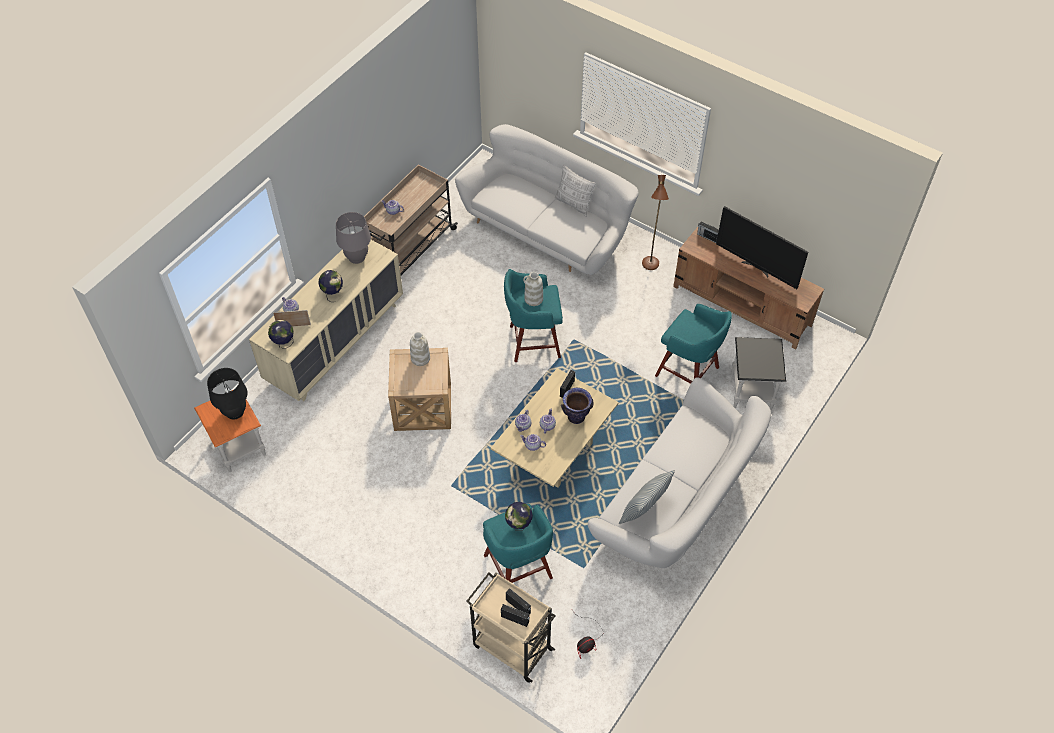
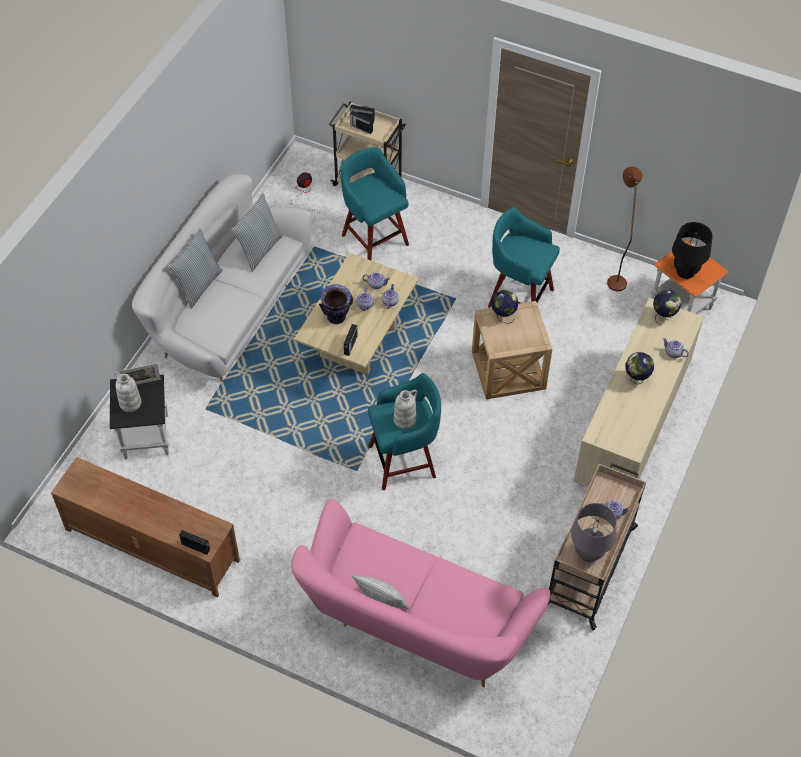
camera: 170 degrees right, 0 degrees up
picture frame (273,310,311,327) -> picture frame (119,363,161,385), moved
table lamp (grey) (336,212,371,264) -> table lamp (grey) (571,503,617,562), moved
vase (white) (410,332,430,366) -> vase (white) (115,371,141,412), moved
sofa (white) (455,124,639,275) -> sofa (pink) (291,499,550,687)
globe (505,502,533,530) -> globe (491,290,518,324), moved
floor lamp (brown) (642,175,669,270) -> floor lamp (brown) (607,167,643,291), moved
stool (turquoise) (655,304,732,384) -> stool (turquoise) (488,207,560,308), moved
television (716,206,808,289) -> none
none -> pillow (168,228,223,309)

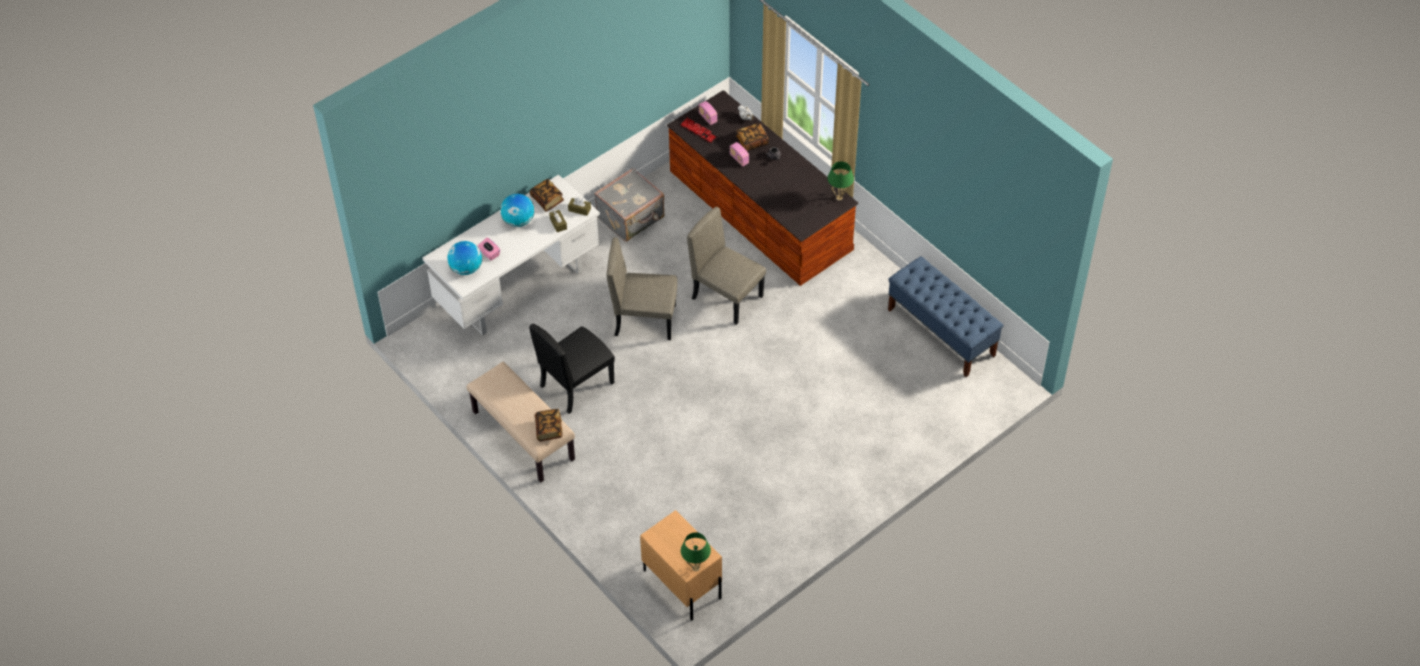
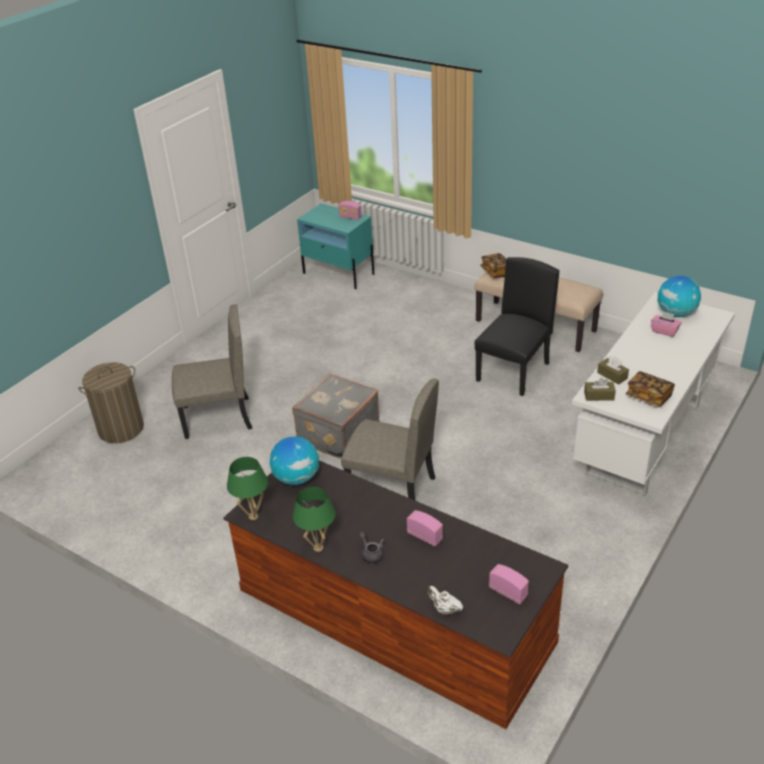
camera: 165 degrees right, 15 degrees down
globe (501,194,534,227) -> globe (270,436,319,485), moved
suitcase (grey) (594,168,664,242) -> suitcase (grey) (292,373,380,459), moved
chair (beige) (607,237,677,340) -> chair (beige) (172,304,252,439), moved
nightstand (beige) (640,510,722,620) -> nightstand (turquoise) (297,203,374,289)
keyboard (680,118,718,143) -> none
table lamp (green) (681,532,711,571) -> table lamp (green) (293,487,336,552), moved
book (736,123,769,151) -> none
bench (blue) (888,256,1003,377) -> none
none -> laundry basket (78,362,144,443)
none -> radio (338,201,361,220)

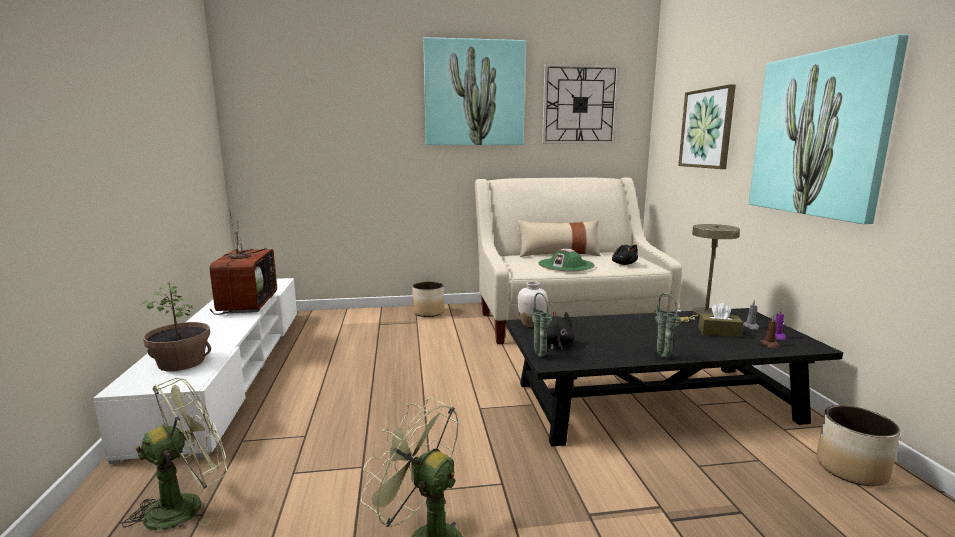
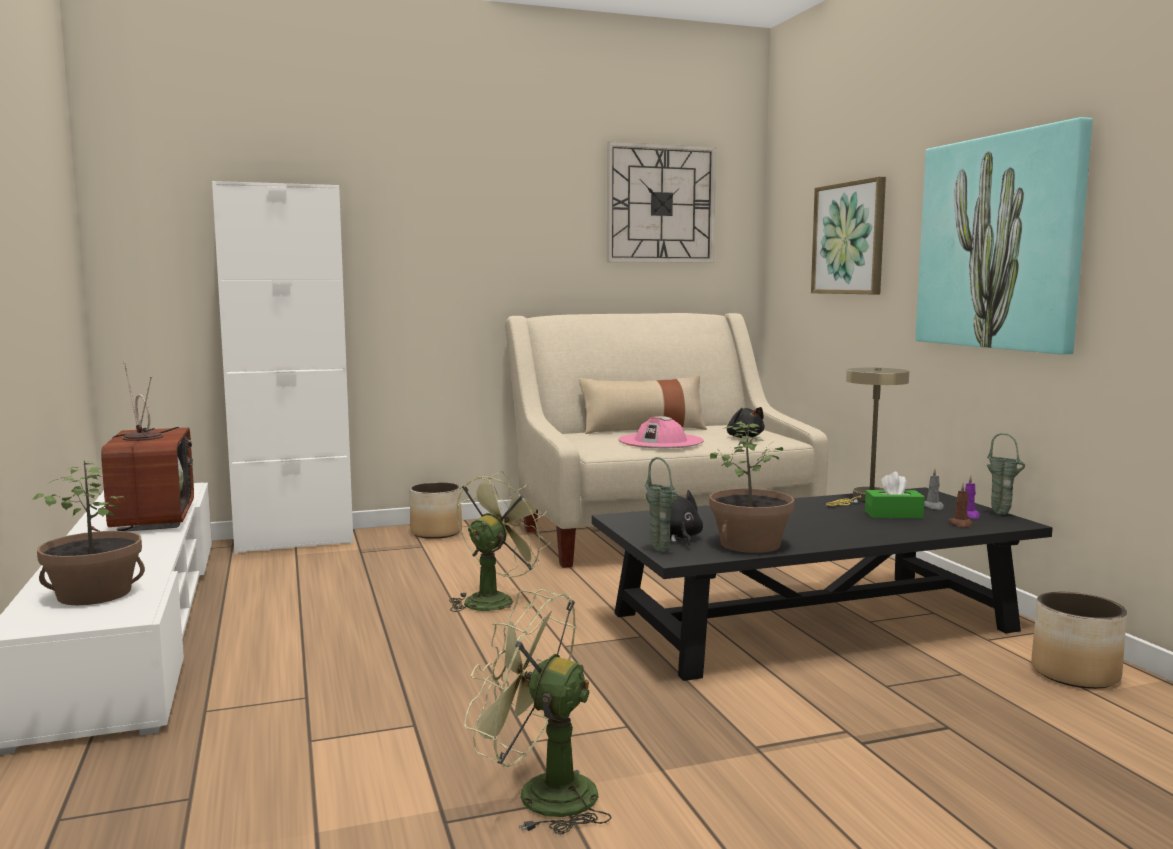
camera: 10 degrees left, 5 degrees down
fan (green) (122,378,227,530) -> fan (green) (449,471,551,612), moved
picture (423,37,526,145) -> none
vase (white) (517,281,548,327) -> none
hat (green) (538,249,595,271) -> hat (pink) (618,416,703,448)
vase (green) (655,293,682,358) -> vase (green) (987,433,1025,515), moved
tissue box (brown) (698,303,744,337) -> tissue box (green) (865,472,925,518)
none -> cabinet (white) (212,181,353,554)
none -> potted plant (709,421,795,553)

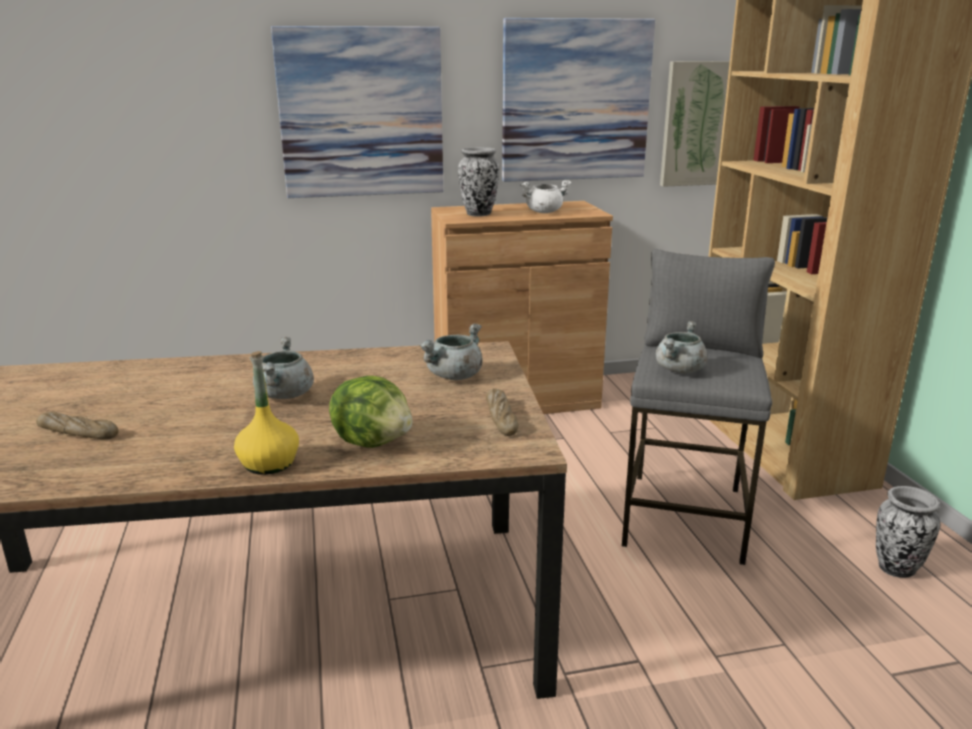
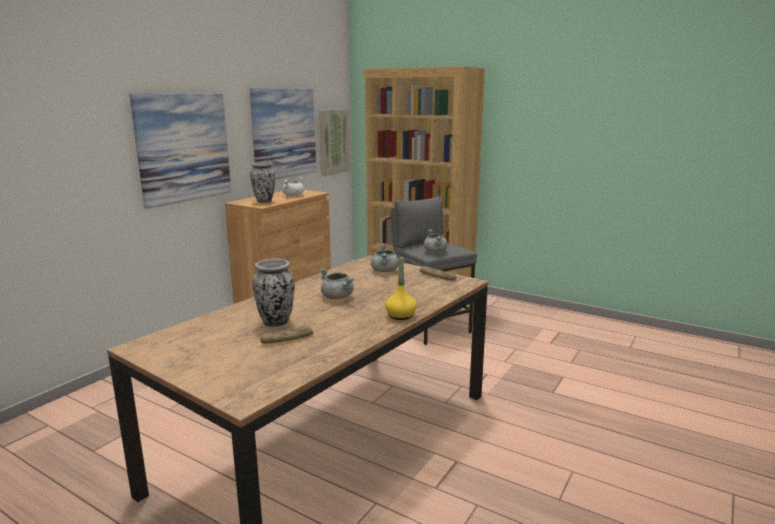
camera: 45 degrees left, 5 degrees down
lettuce (329,376,413,448) -> none
vase (876,486,941,578) -> vase (252,259,295,327), moved

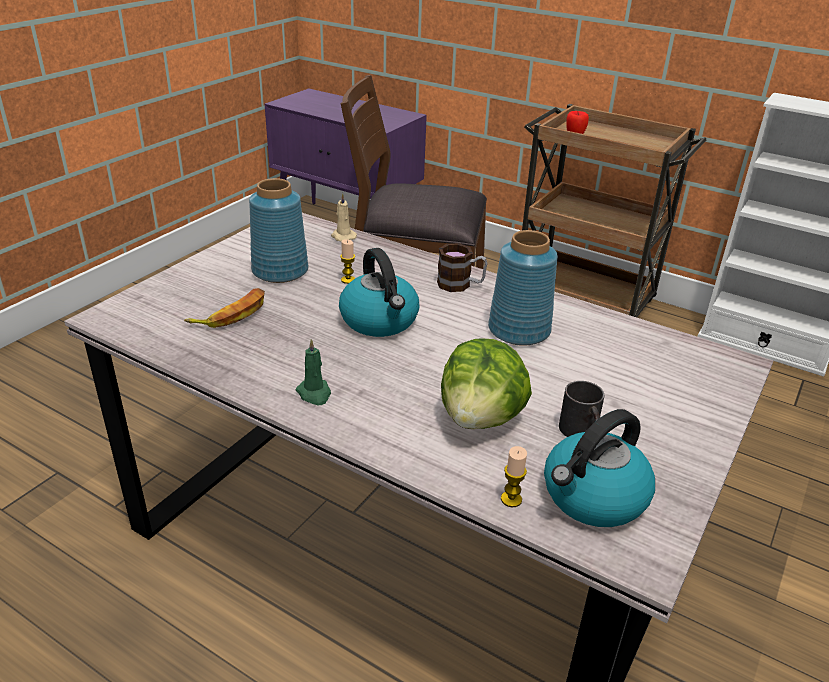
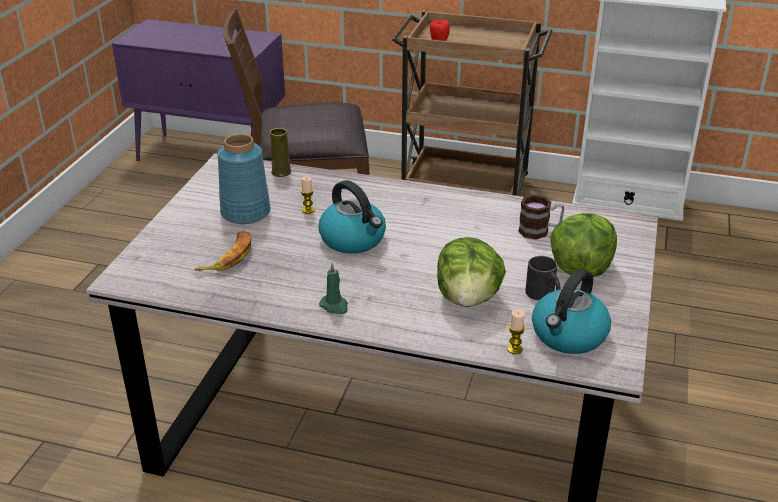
camera: 15 degrees left, 0 degrees up
candle (beige) (331,193,357,241) -> vase (yellow) (270,128,291,177)
mug (437,243,487,292) -> mug (518,195,565,239), moved
vase (blue) (488,230,558,346) -> none
none -> lettuce (550,213,617,277)

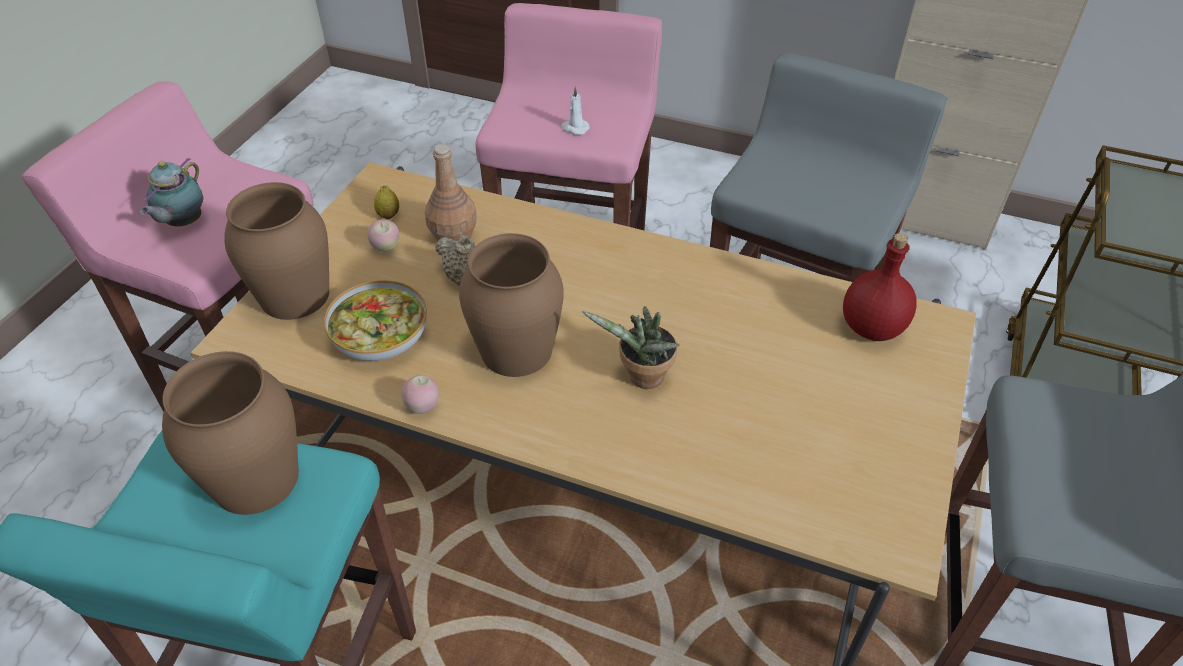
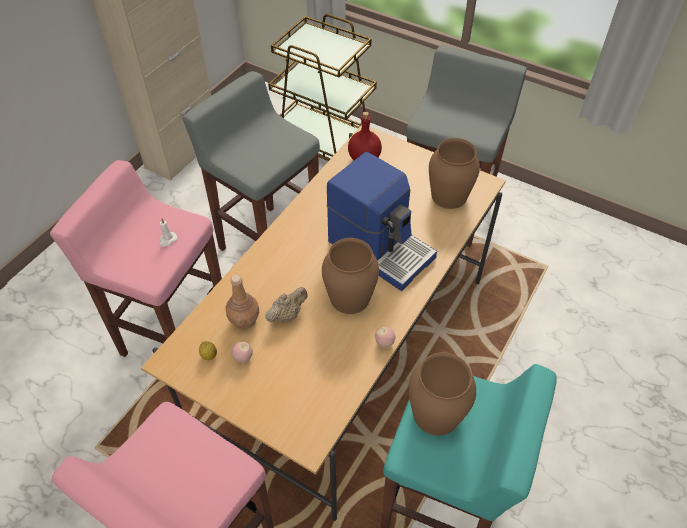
camera: 80 degrees left, 5 degrees up
teapot (140,158,203,226) -> none
vase (brown) (224,182,329,320) -> vase (brown) (429,138,480,209), moved
bowl (324,280,427,361) -> none
potted plant (582,306,680,389) -> coffee machine (327,152,437,291)

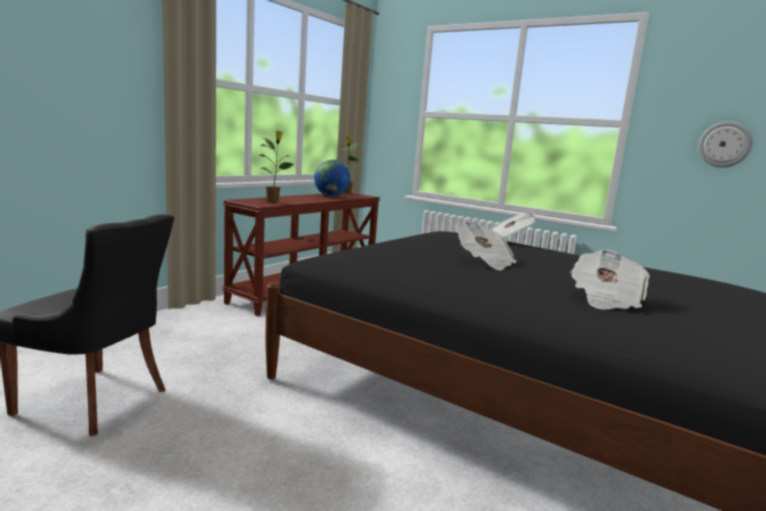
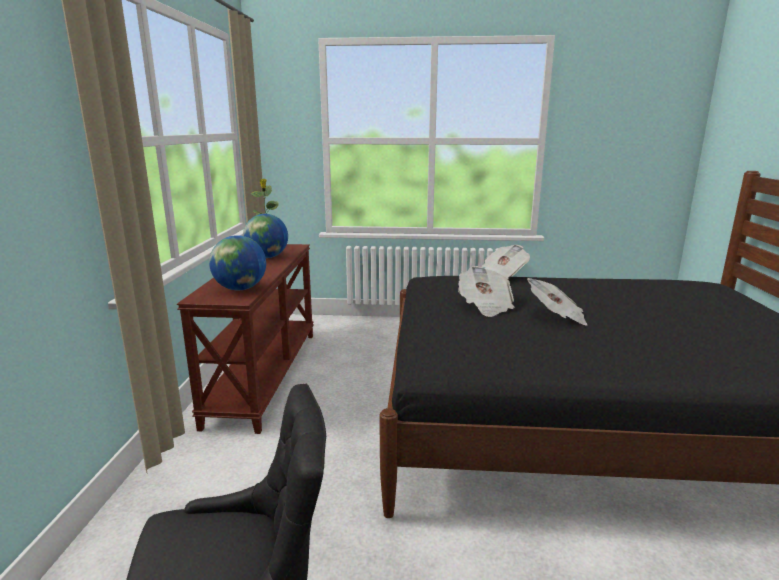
camera: 30 degrees left, 5 degrees up
potted plant (259,130,295,203) -> globe (209,235,266,290)
newspaper (570,250,650,310) -> newspaper (458,266,514,317), moved
wall clock (698,121,753,168) -> none

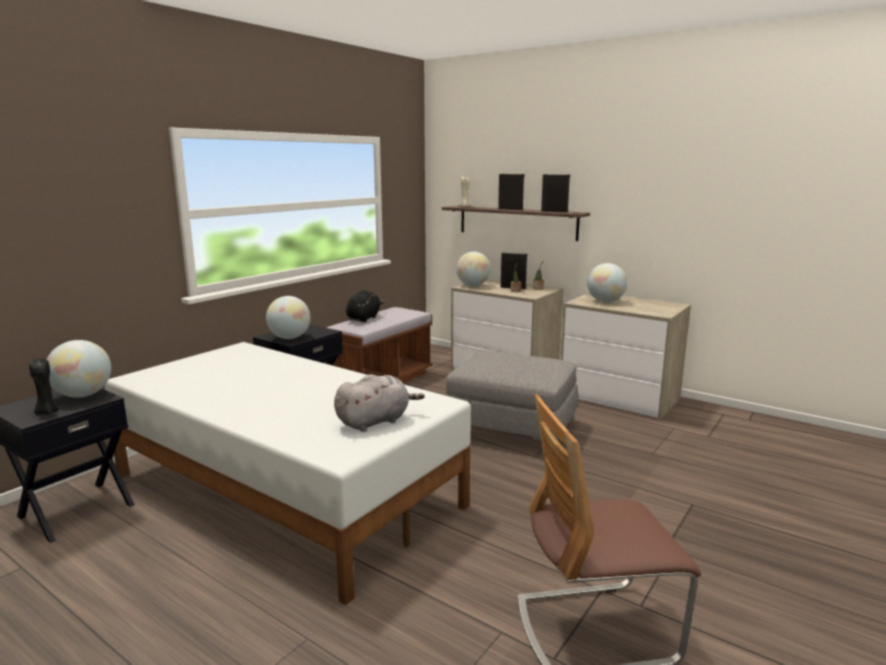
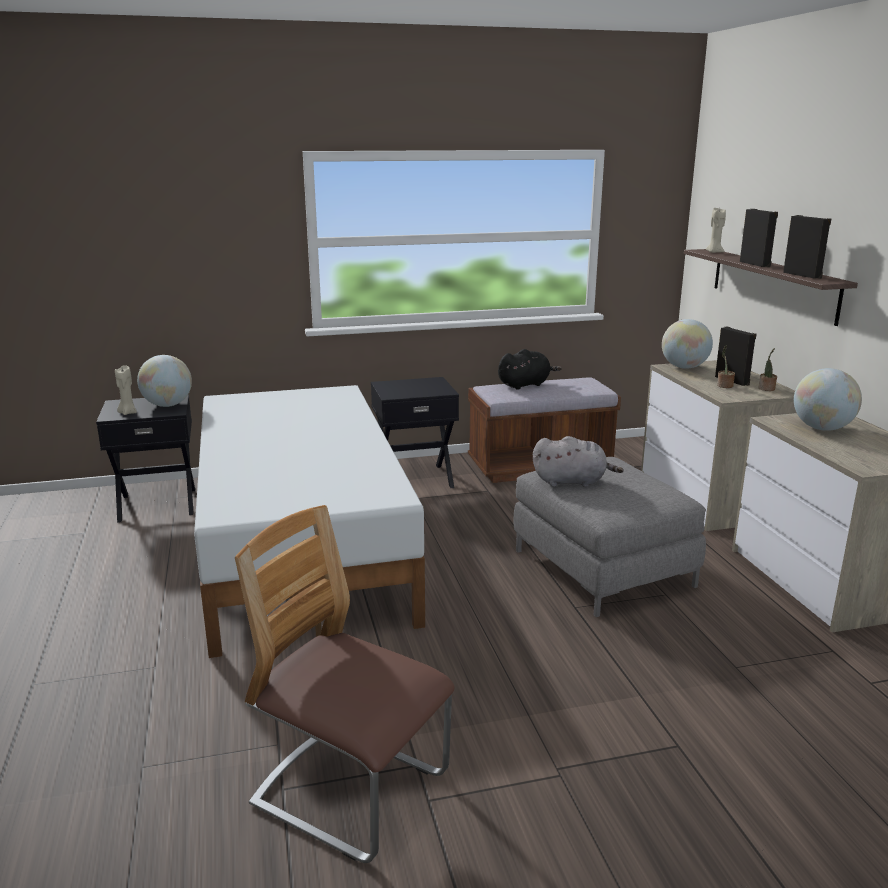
camera: 40 degrees right, 5 degrees up
candle (black) (29,358,59,414) -> candle (beige) (115,365,137,415)
globe (266,296,311,339) -> none
plush toy (grey) (334,374,425,432) -> plush toy (grey) (533,436,624,487), moved

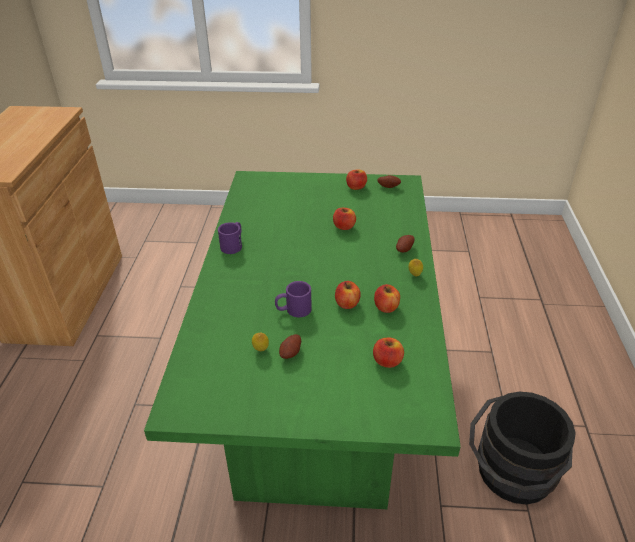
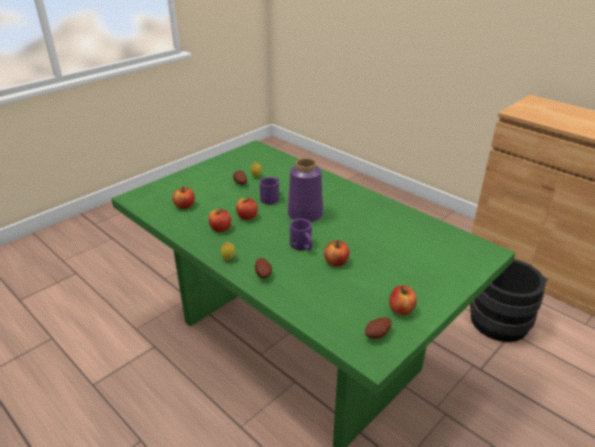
camera: 130 degrees right, 5 degrees down
mug (purple) (218,222,242,254) -> mug (purple) (290,218,312,250), moved
bucket (black) (469,392,576,504) -> bucket (black) (470,259,548,342), moved
none -> vase (purple) (288,158,323,222)

